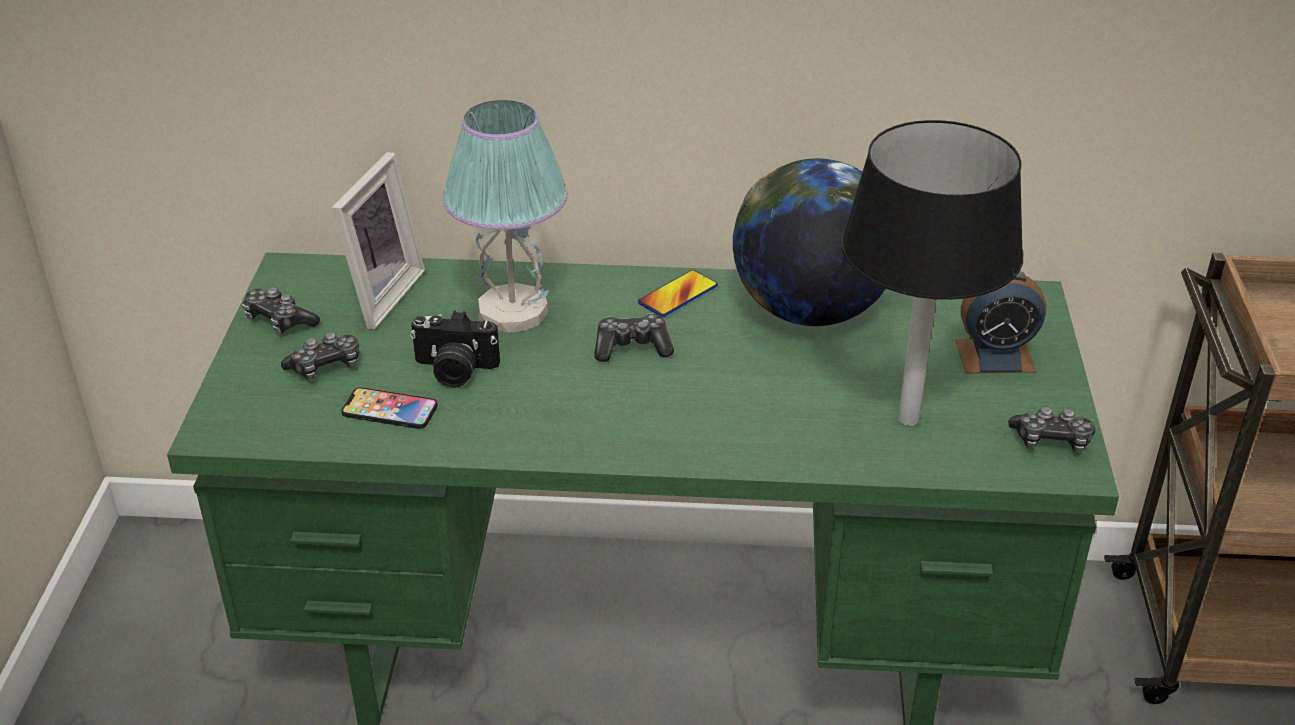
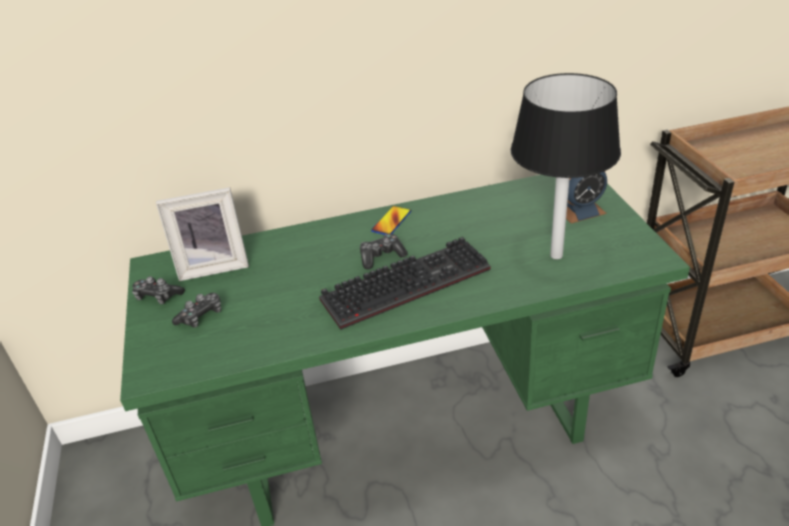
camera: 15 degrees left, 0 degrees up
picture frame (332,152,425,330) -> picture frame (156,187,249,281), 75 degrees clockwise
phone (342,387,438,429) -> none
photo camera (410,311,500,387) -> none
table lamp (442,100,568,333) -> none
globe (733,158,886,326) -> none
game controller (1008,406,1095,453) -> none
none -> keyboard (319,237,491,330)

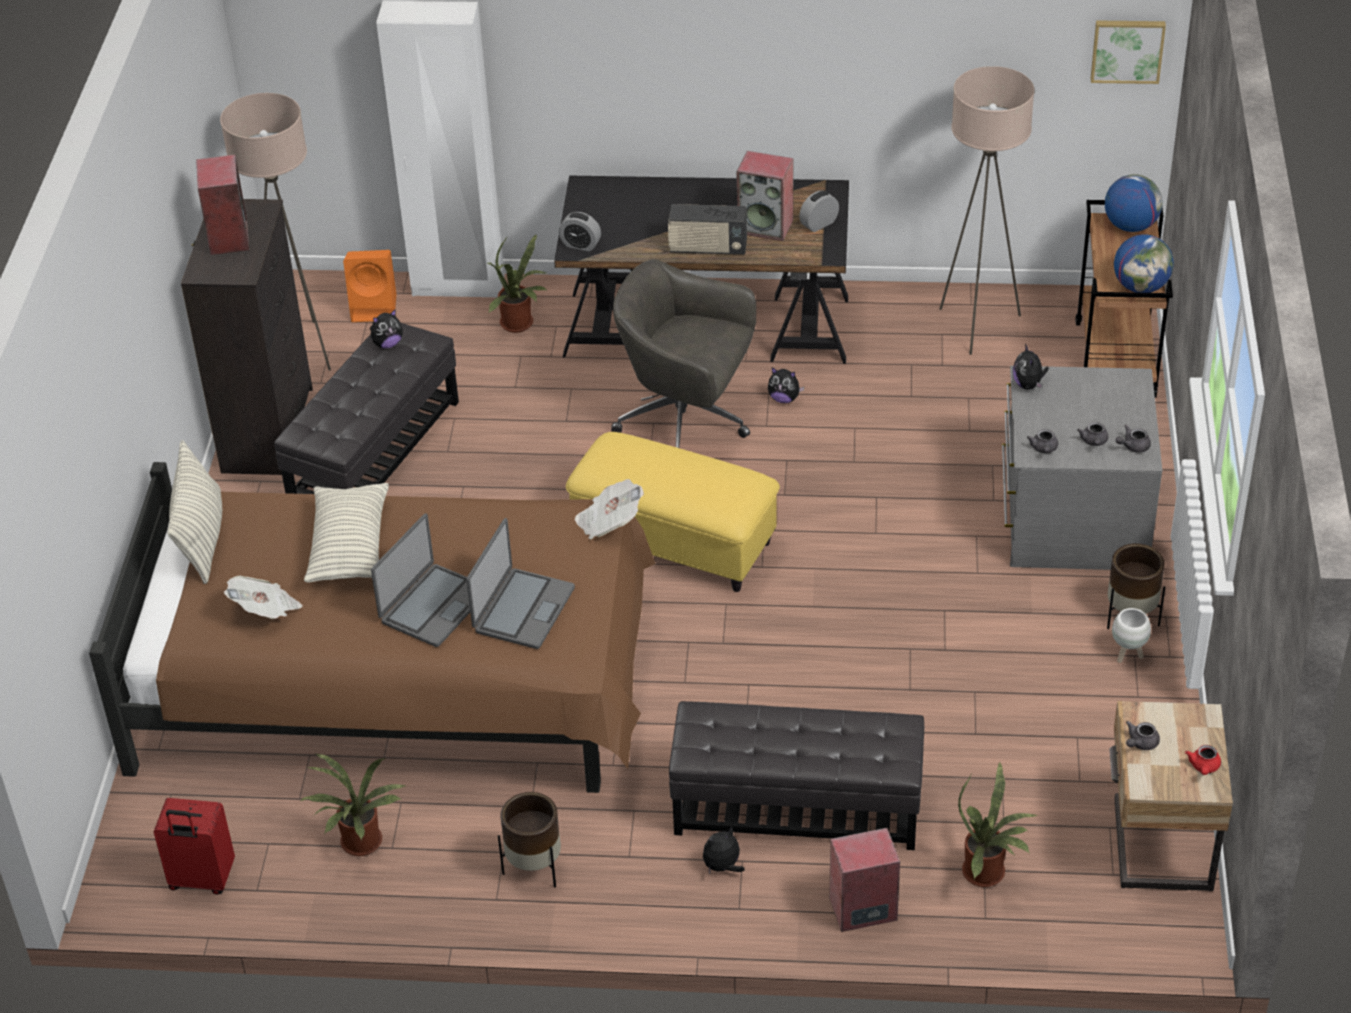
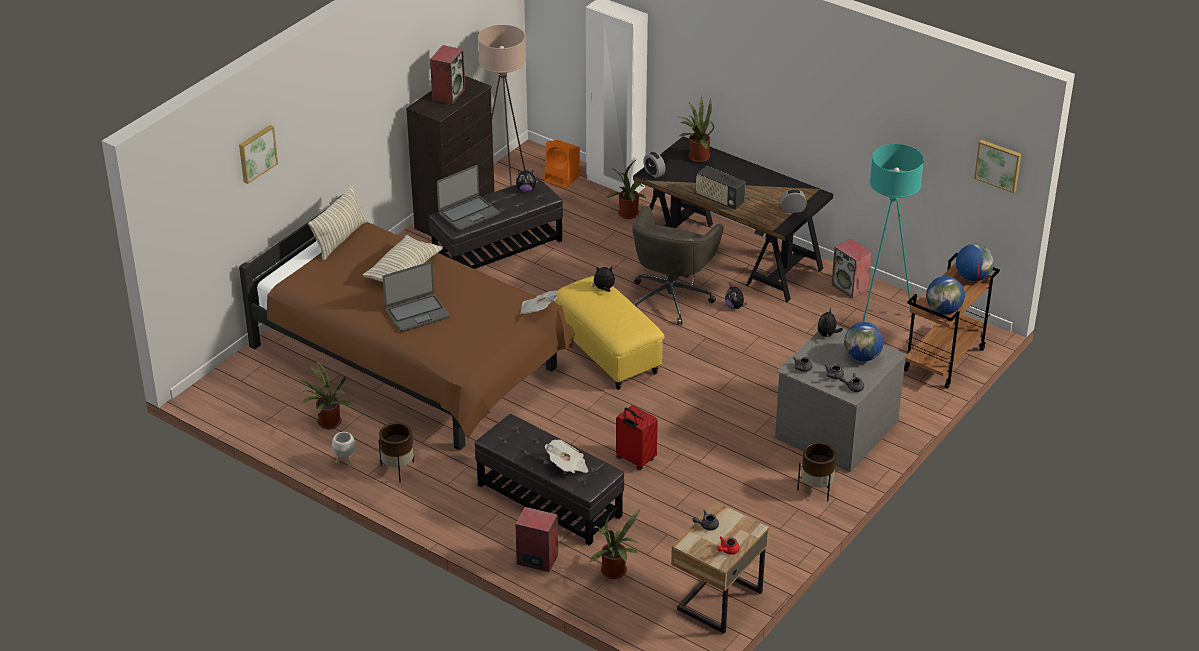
camera: 30 degrees right, 5 degrees down
suitcase (red) (154,798,235,895) -> suitcase (red) (616,405,658,470), moved
newspaper (224,575,302,619) -> newspaper (545,440,589,473), moved
laptop (466,518,575,649) -> laptop (437,165,500,231), moved
office chair (grey) (611,259,756,448) -> office chair (grey) (632,206,724,325), 120 degrees counterclockwise
plush toy (703,827,745,874) -> plush toy (592,266,615,292), moved
speaker (736,151,793,241) -> speaker (831,238,872,299), moved
floor lamp (beige) (939,66,1035,355) -> floor lamp (turquoise) (863,144,924,322)
planter (white) (1112,608,1151,663) -> planter (white) (332,432,356,467), moved
none -> picture (239,125,278,184)
none -> potted plant (676,96,714,163)
none -> globe (844,322,884,361)

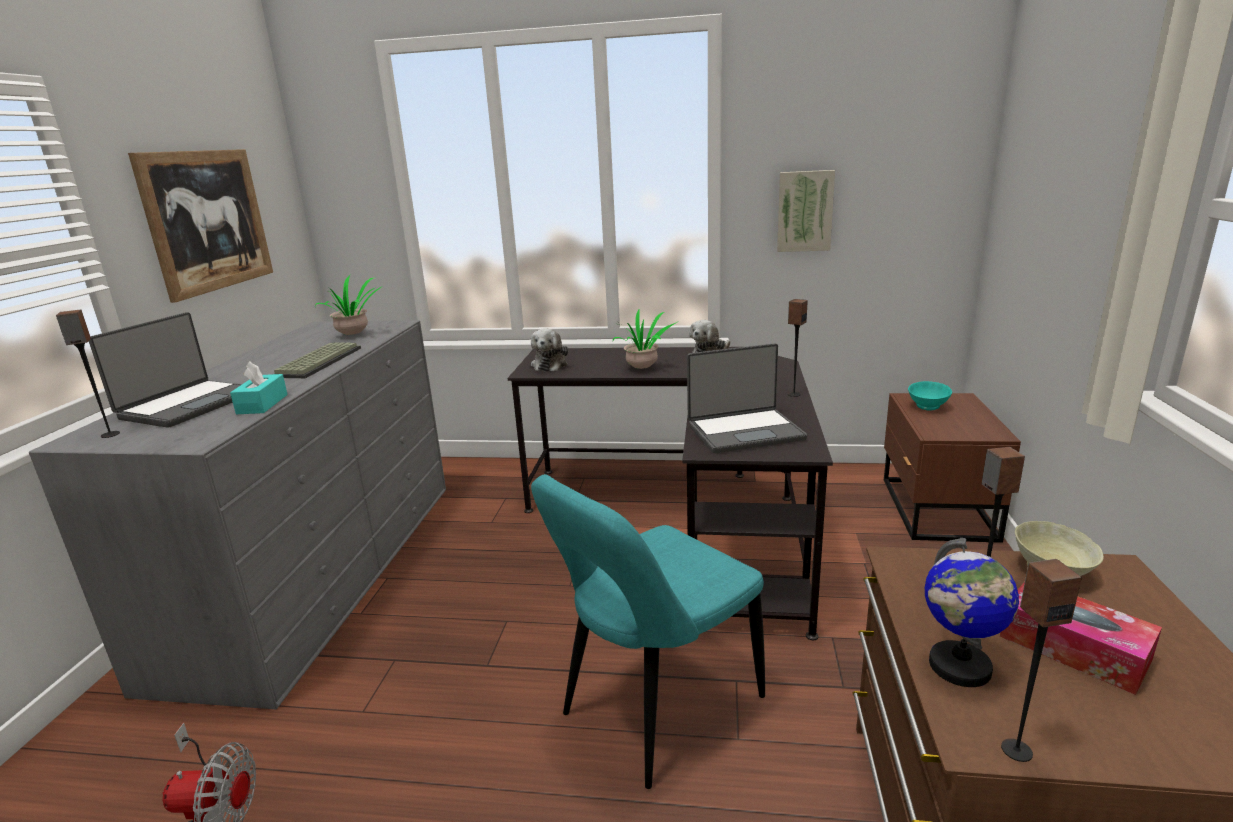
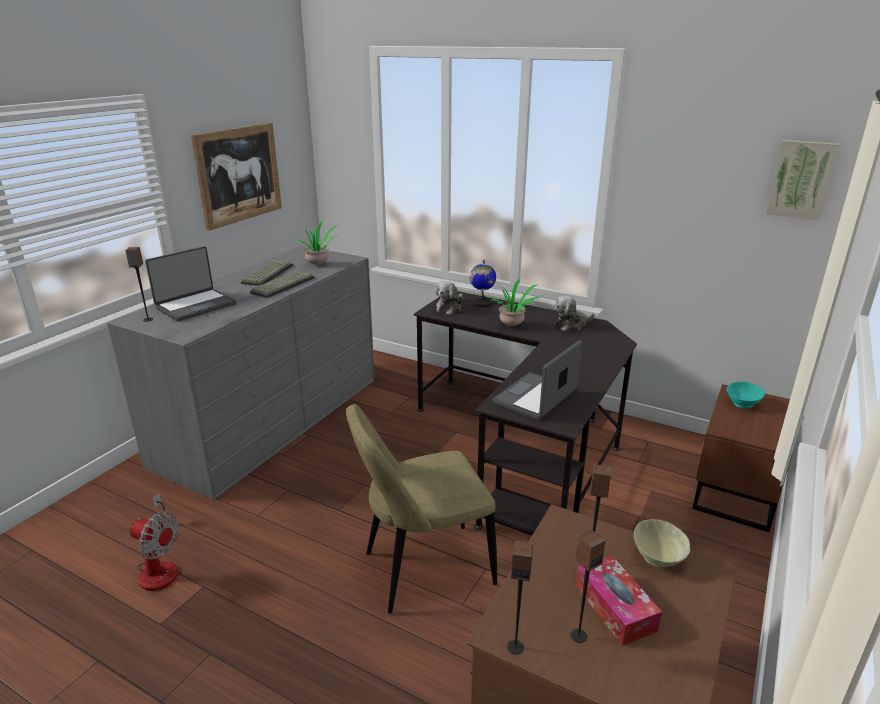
camera: 20 degrees right, 5 degrees up
tissue box (turquoise) (230,361,288,414) -> none
chair (turquoise) (531,474,765,789) -> chair (beige) (346,404,497,614)
laptop (687,343,807,453) -> laptop (492,340,582,420), 120 degrees clockwise
picture (777,170,835,252) -> picture (766,140,839,220), moved
speaker (788,299,808,397) -> speaker (570,529,605,643), moved
globe (925,538,1019,687) -> globe (470,259,496,307), moved
none -> keyboard (241,260,293,286)

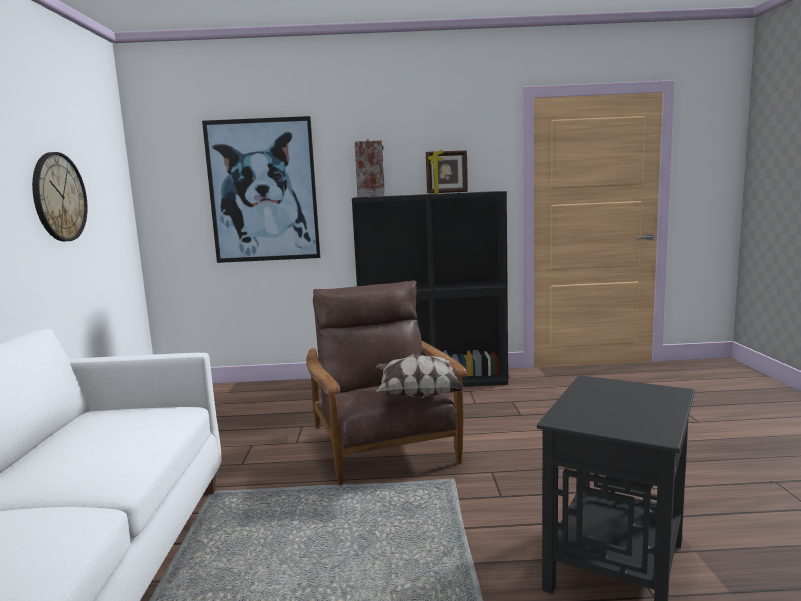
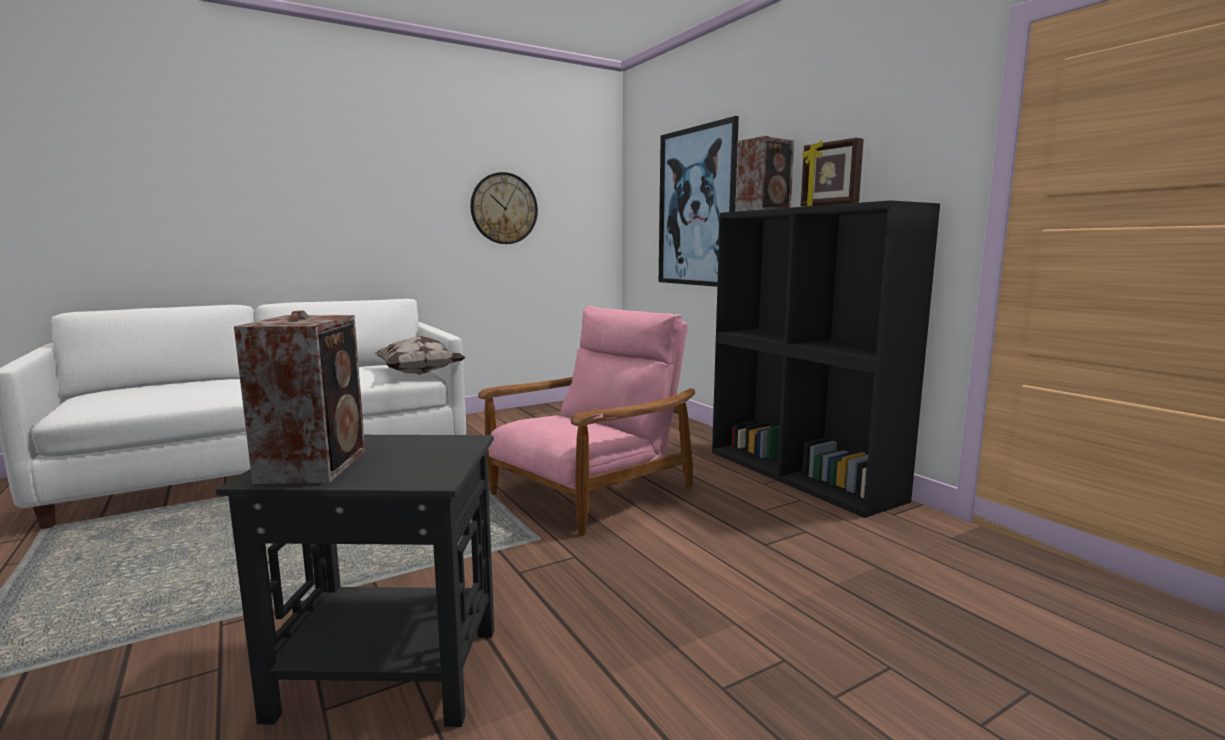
camera: 60 degrees right, 0 degrees up
armchair (brown) (306,280,467,485) -> armchair (pink) (478,306,695,536)
pillow (375,355,465,398) -> pillow (375,336,466,375), moved
none -> speaker (234,310,365,484)

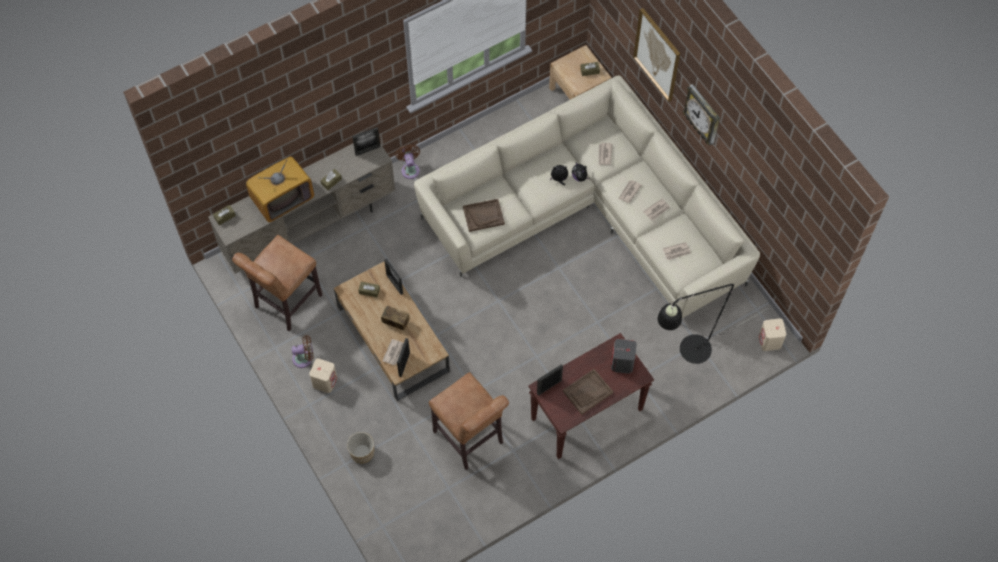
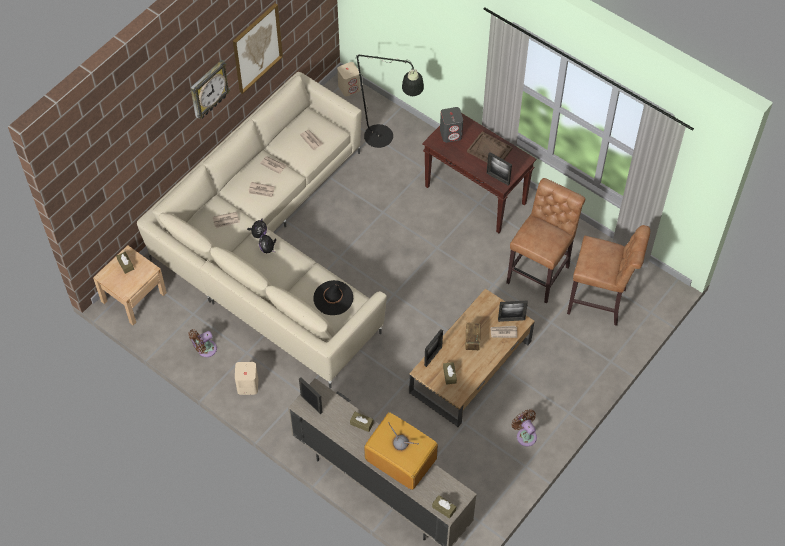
camera: 110 degrees left, 5 degrees down
stool (brown) (232,235,322,331) -> stool (brown) (567,225,650,326), moved
speaker (beige) (309,358,337,393) -> speaker (beige) (235,362,258,395), moved
planter (347,432,374,463) -> none
fan (brown) (396,144,420,179) -> fan (brown) (189,329,217,357), moved
tray (brown) (463,199,505,232) -> hat (black) (313,280,353,315)
picture (633,8,680,102) -> picture (233,3,283,94), moved

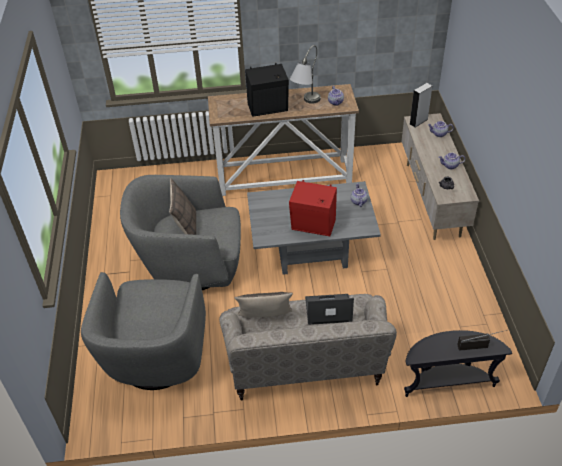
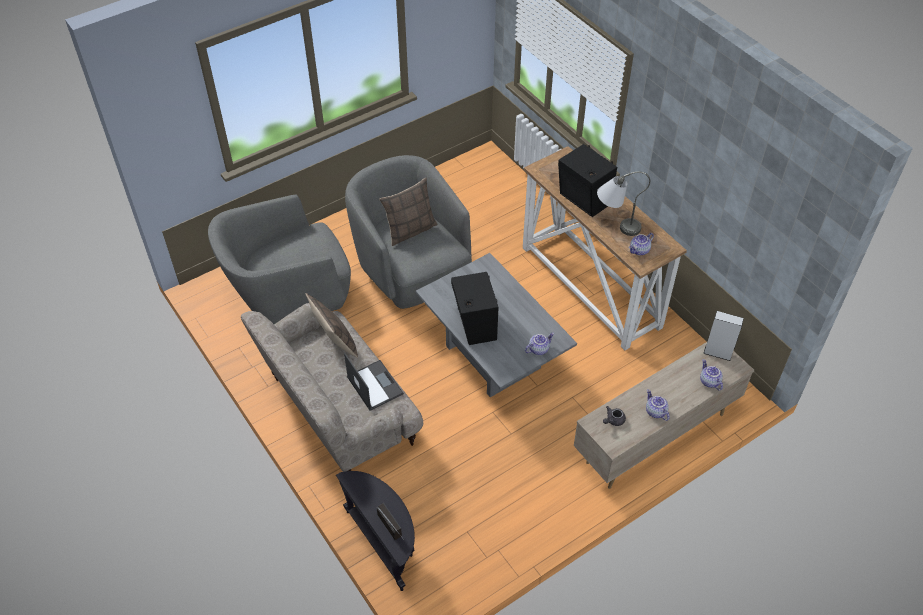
camera: 60 degrees right, 5 degrees up
speaker (red) (289,180,337,236) -> speaker (black) (451,272,499,345)

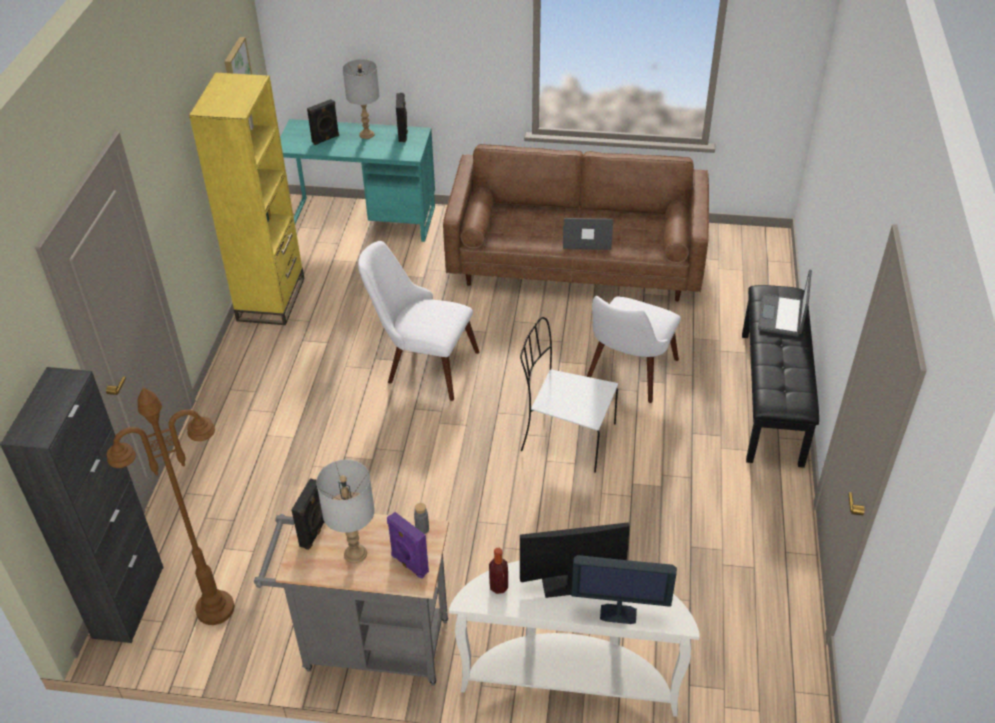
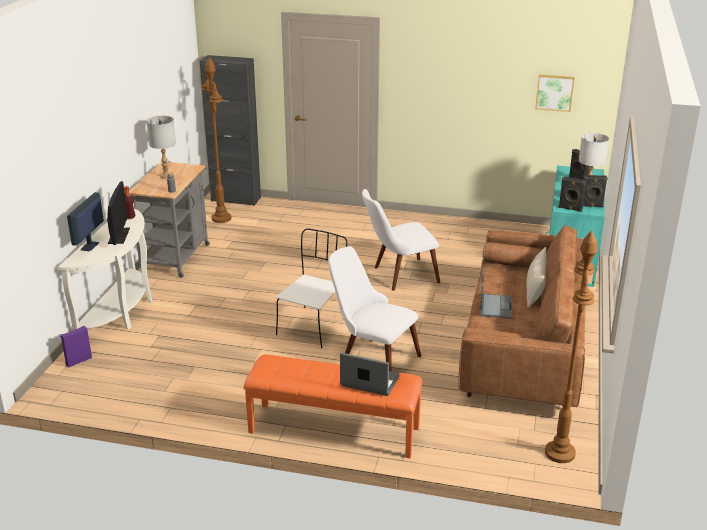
camera: 95 degrees right, 15 degrees down
bookcase (yellow) (189,72,304,325) -> none
speaker (black) (292,478,324,550) -> speaker (black) (559,177,587,212), moved
chair (white) (358,241,479,401) -> chair (white) (362,189,440,291), 135 degrees counterclockwise
speaker (purple) (387,512,429,578) -> speaker (purple) (60,325,92,367), moved
bench (black) (742,285,819,468) -> bench (orange) (243,354,423,458)
none -> pillow (beige) (526,247,547,308)
none -> floor lamp (brown) (545,231,598,463)

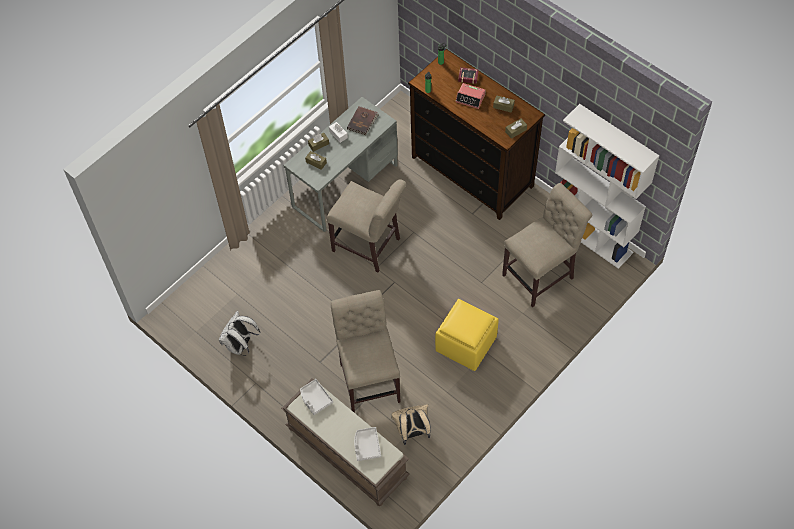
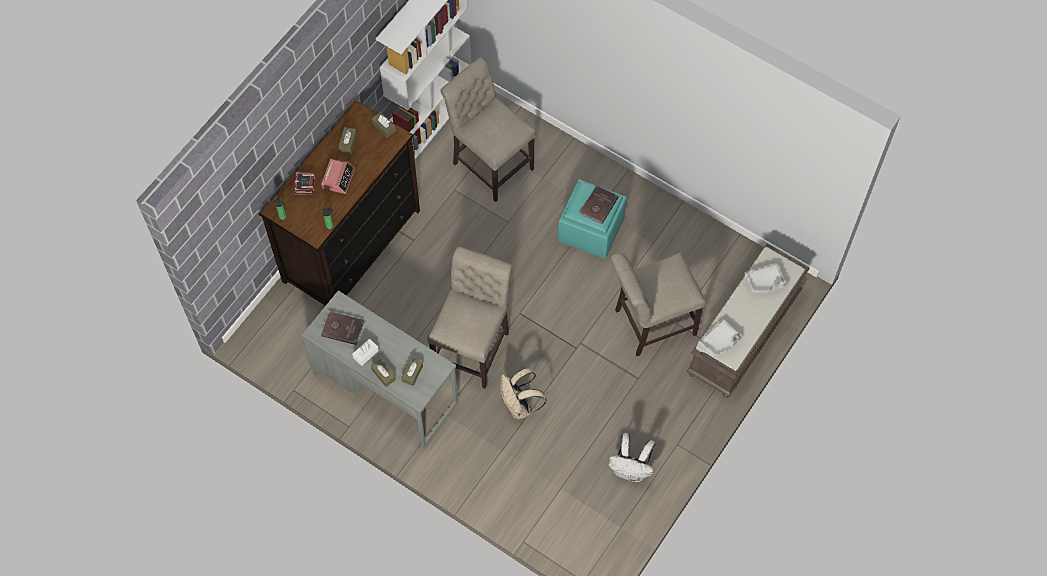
camera: 100 degrees left, 5 degrees up
backpack (beige) (391,404,431,445) -> backpack (beige) (500,368,546,419), moved
ottoman (yellow) (435,299,499,371) -> ottoman (turquoise) (558,179,627,259)
none -> book (brown) (578,186,619,224)

